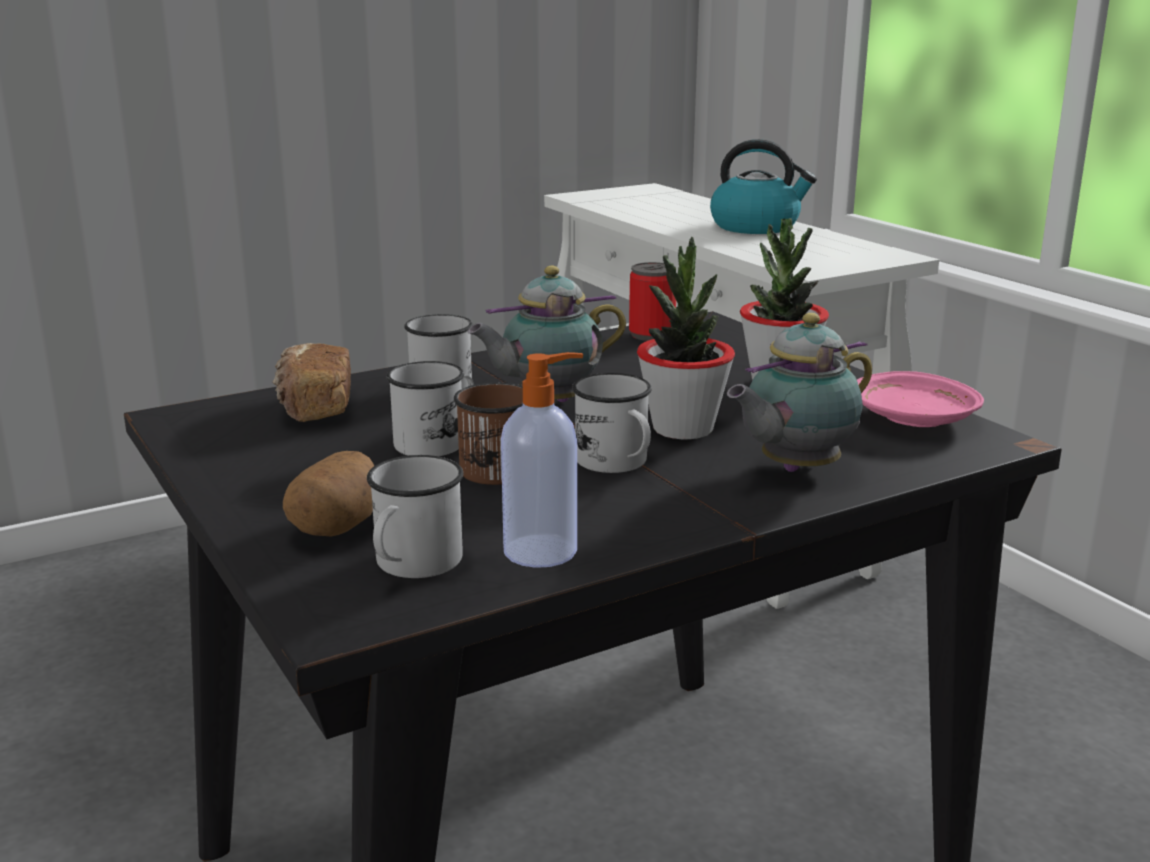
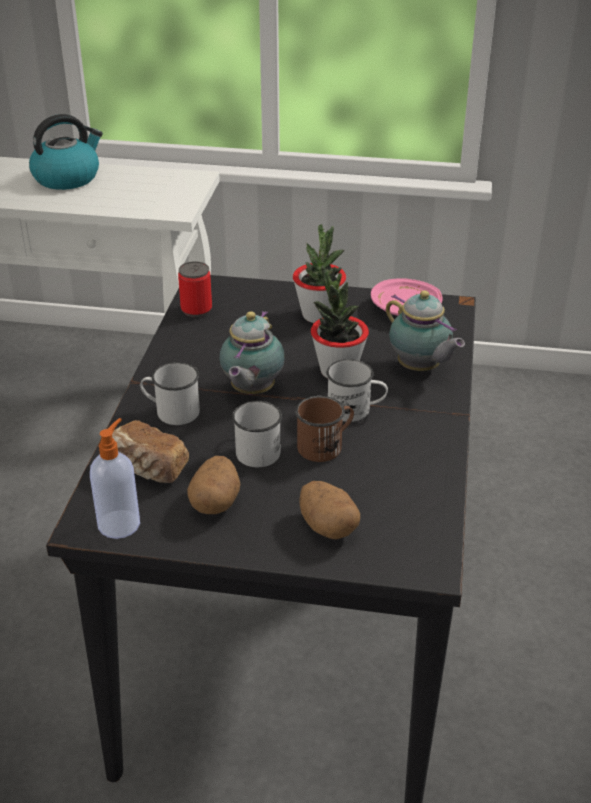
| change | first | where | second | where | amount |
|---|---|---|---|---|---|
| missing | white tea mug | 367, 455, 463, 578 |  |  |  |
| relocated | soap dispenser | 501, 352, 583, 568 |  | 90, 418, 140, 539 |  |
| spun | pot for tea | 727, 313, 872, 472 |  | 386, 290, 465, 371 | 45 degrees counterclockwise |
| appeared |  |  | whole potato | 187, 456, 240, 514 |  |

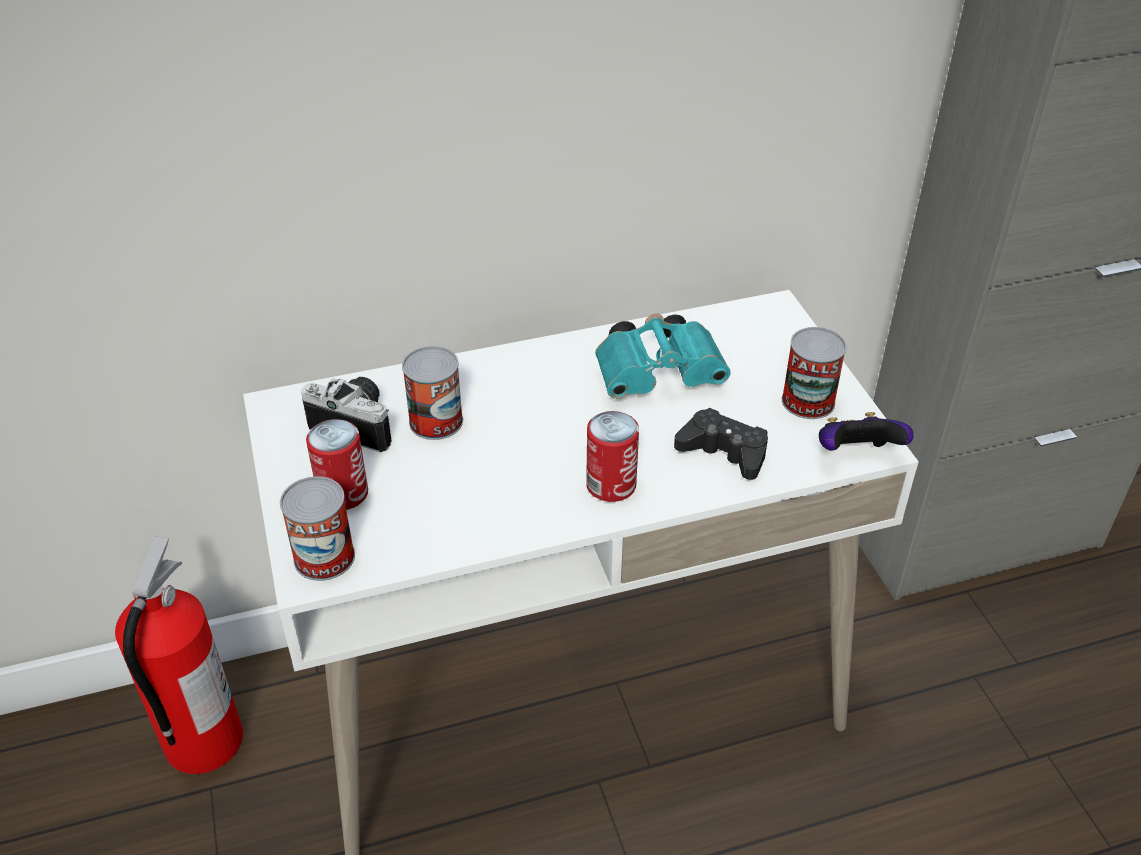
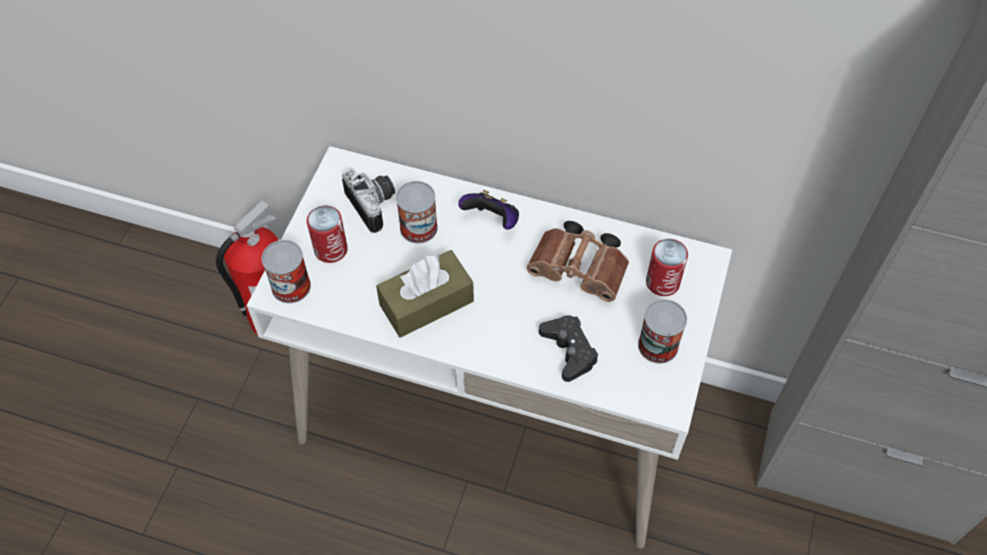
| change | first | where | second | where | amount |
|---|---|---|---|---|---|
| relocated | metal can | 586, 411, 639, 502 |  | 646, 239, 688, 296 |  |
| colour | turquoise field glasses | 595, 314, 731, 399 | brownish field glasses | 526, 221, 629, 302 |  |
| relocated | joypad | 819, 412, 914, 451 |  | 458, 190, 519, 230 |  |
| appeared |  |  | brownish tissue holder | 376, 250, 474, 338 |  |

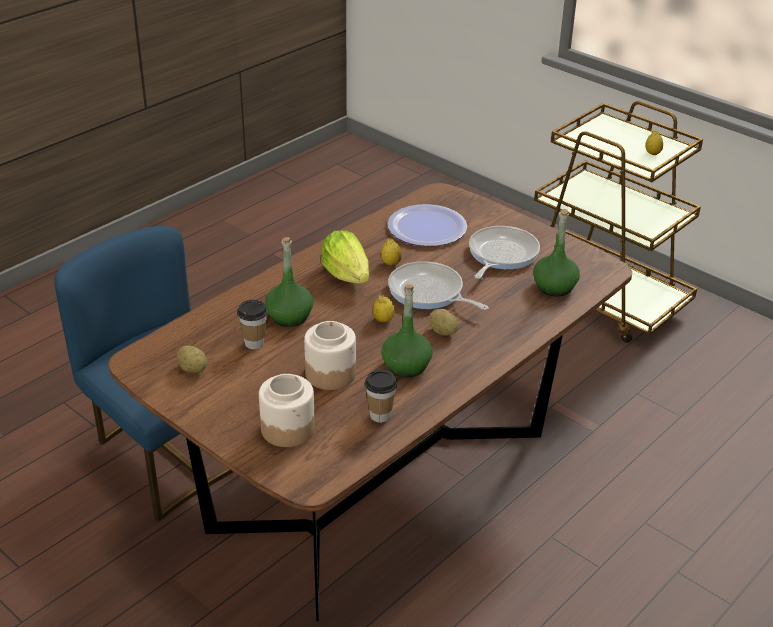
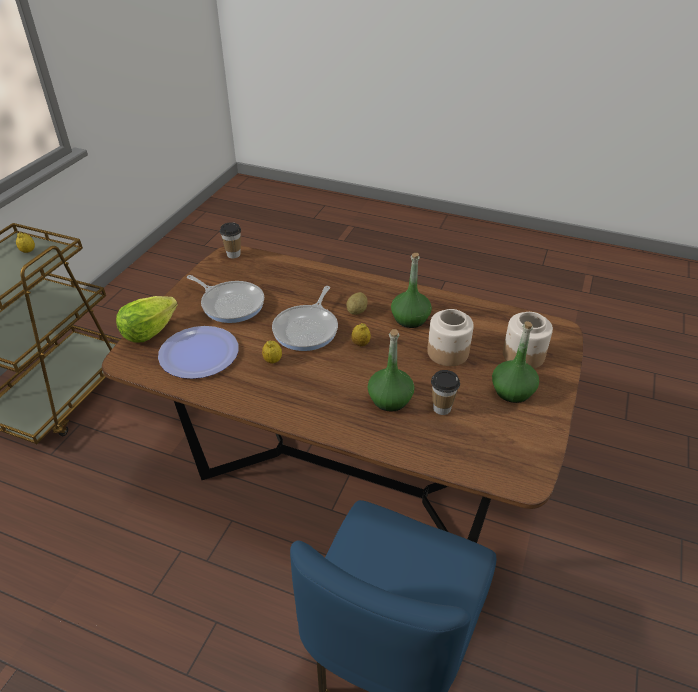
| change | first | where | second | where | amount |
|---|---|---|---|---|---|
| missing | whole potato | 177, 346, 207, 373 |  |  |  |
| relocated | head of lettuce | 321, 231, 369, 284 |  | 116, 296, 178, 343 |  |
| relocated | small cup | 365, 369, 398, 423 |  | 220, 222, 241, 258 |  |
| spun | frying pan | 469, 226, 540, 279 |  | 187, 275, 264, 323 | 150 degrees counterclockwise |
| relocated | green bottle | 533, 209, 580, 296 |  | 492, 321, 539, 403 |  |

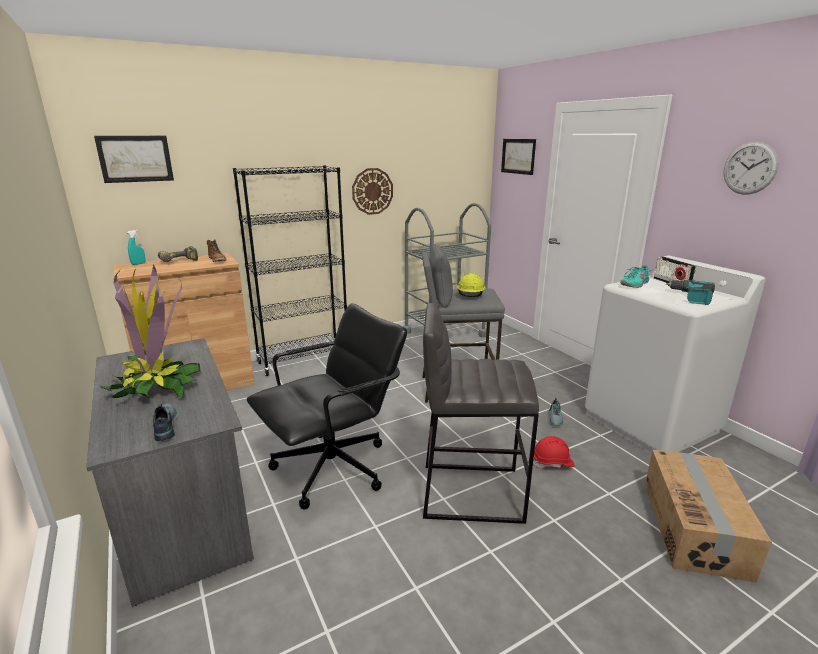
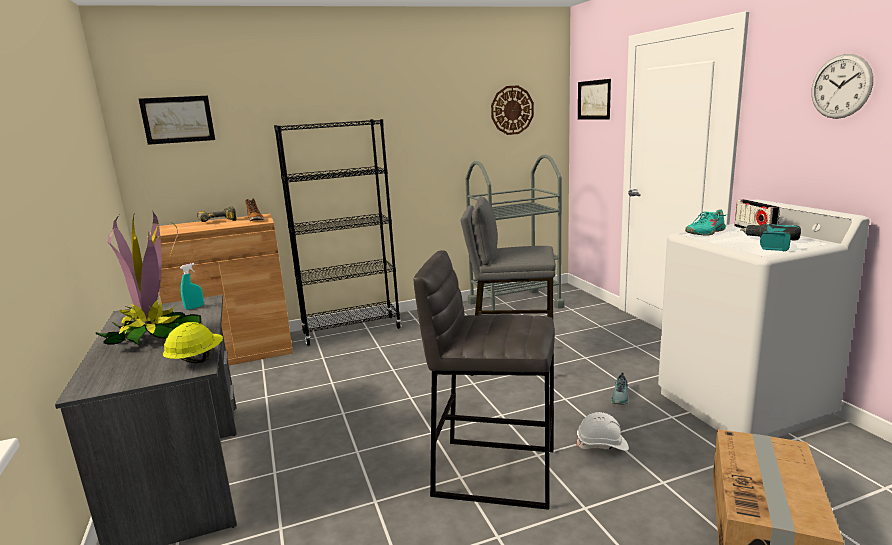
| change | first | where | second | where | amount |
|---|---|---|---|---|---|
| relocated | turquoise sprayer | 127, 230, 145, 265 |  | 180, 263, 204, 310 |  |
| missing | low shoe | 152, 403, 178, 441 |  |  |  |
| missing | black desk chair | 247, 303, 407, 509 |  |  |  |
| relocated | hanging clock | 352, 168, 393, 215 |  | 491, 85, 534, 135 |  |
| relocated | yellowish work helmet | 457, 273, 486, 297 |  | 163, 322, 223, 363 |  |
| colour | reddish work helmet | 533, 436, 575, 468 | white work helmet | 576, 412, 629, 451 |  |

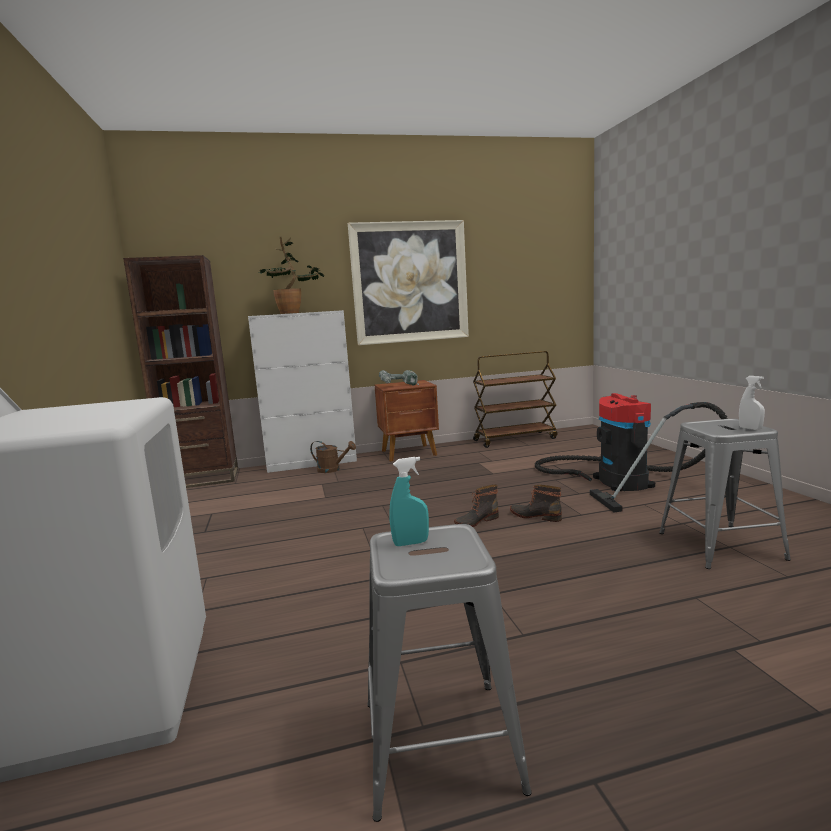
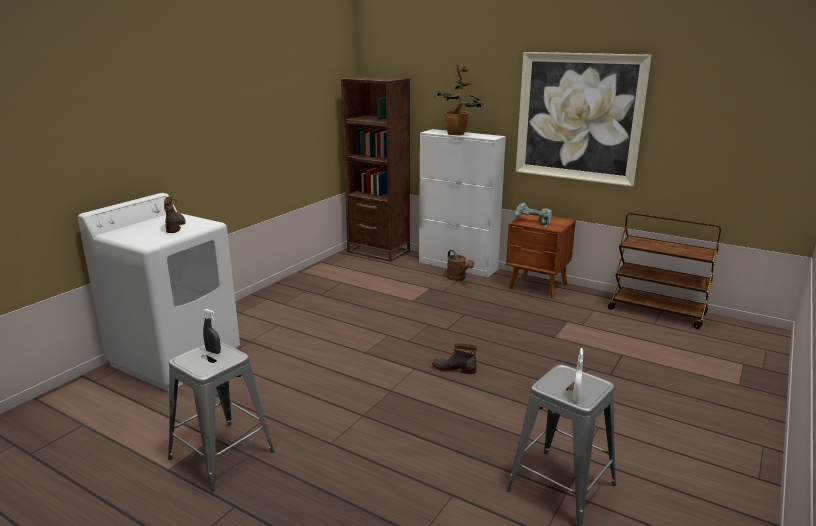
| change | first | where | second | where | amount |
|---|---|---|---|---|---|
| colour | turquoise sprayer | 390, 457, 429, 546 | greyish sprayer | 203, 309, 221, 354 |  |
| relocated | high-top boot | 510, 485, 562, 522 |  | 164, 196, 186, 233 |  |
| missing | hoover | 535, 393, 728, 512 |  |  |  |

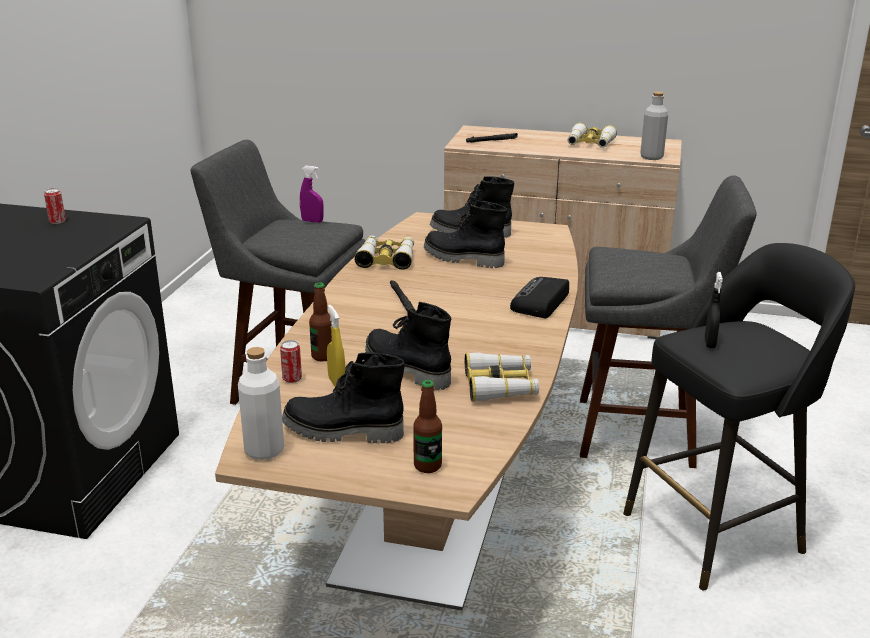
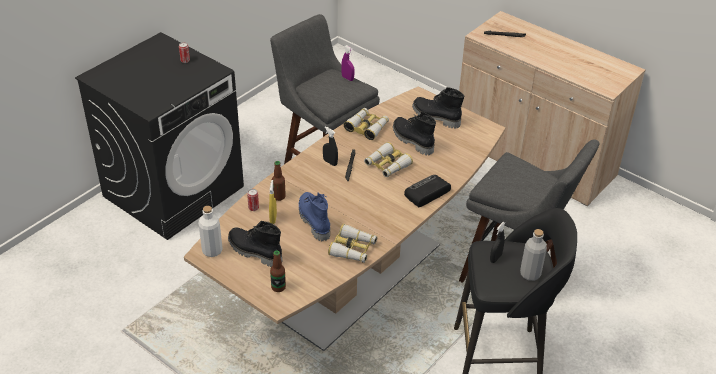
| change | first | where | second | where | amount |
|---|---|---|---|---|---|
| colour | black high-top boot | 365, 302, 451, 390 | blue high-top boot | 299, 192, 330, 241 |  |
| relocated | field glasses | 568, 123, 617, 148 |  | 364, 142, 413, 177 |  |
| relocated | greyish bottle | 640, 92, 668, 160 |  | 520, 229, 547, 281 |  |
| appeared |  |  | black sprayer | 323, 126, 338, 166 |  |

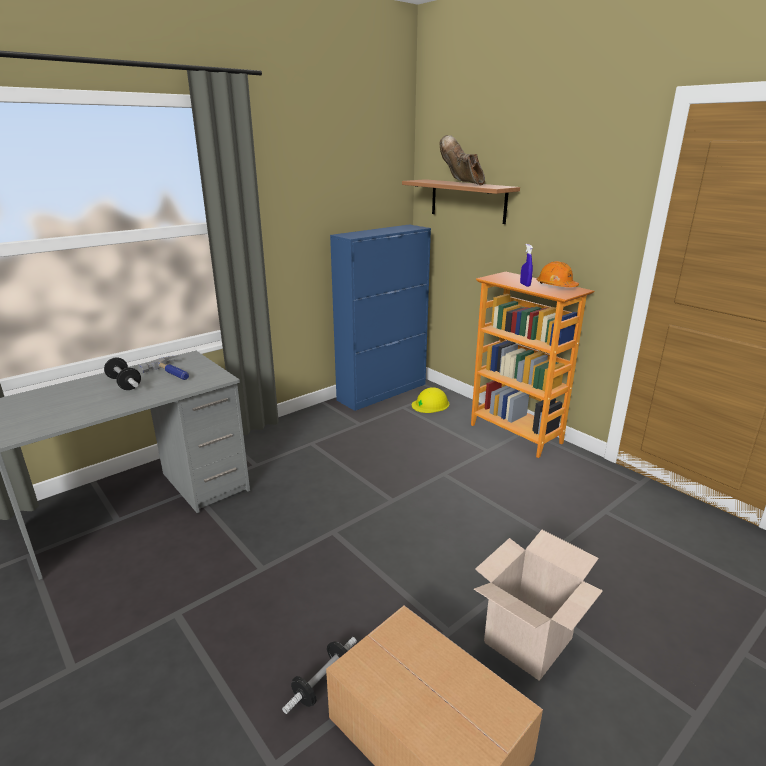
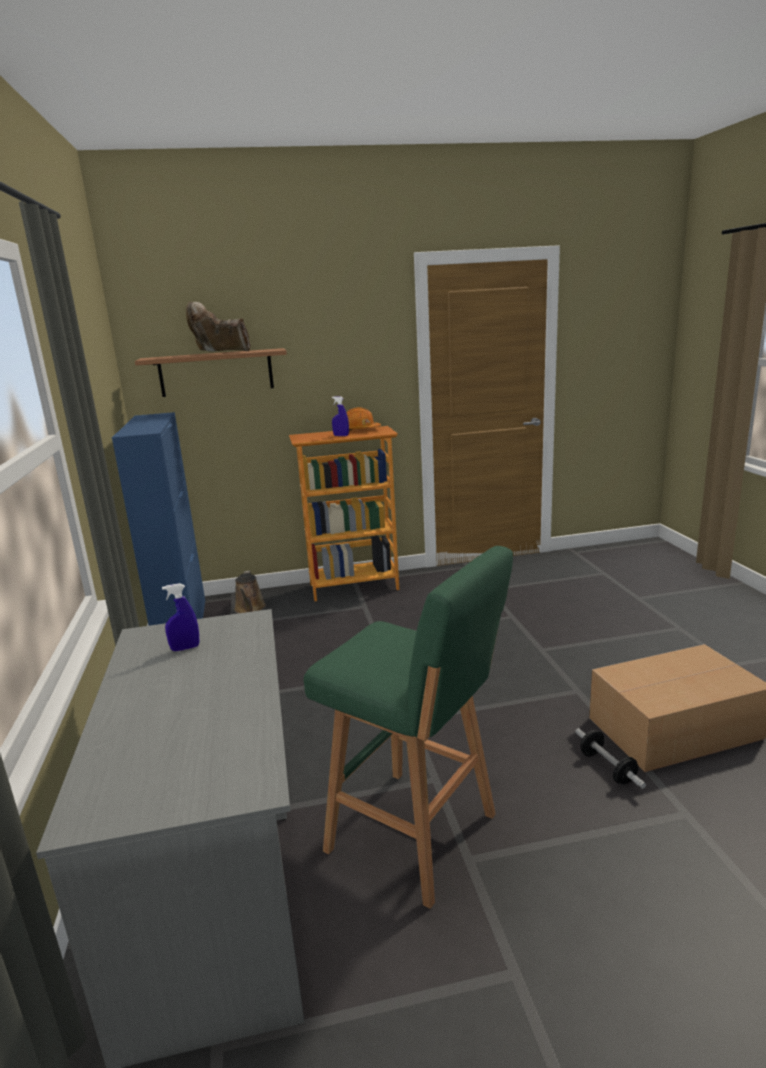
| change | first | where | second | where | amount |
|---|---|---|---|---|---|
| missing | hand weight | 104, 357, 141, 390 |  |  |  |
| exchanged | tool hammer | 138, 355, 189, 380 | blue sprayer | 162, 583, 199, 651 |  |
| exchanged | yellowish work helmet | 412, 387, 449, 413 | brownish sprinkling can | 234, 570, 266, 613 |  |
| missing | cardboard box | 474, 530, 603, 681 |  |  |  |
| appeared |  |  | green stool | 304, 546, 513, 909 |  |

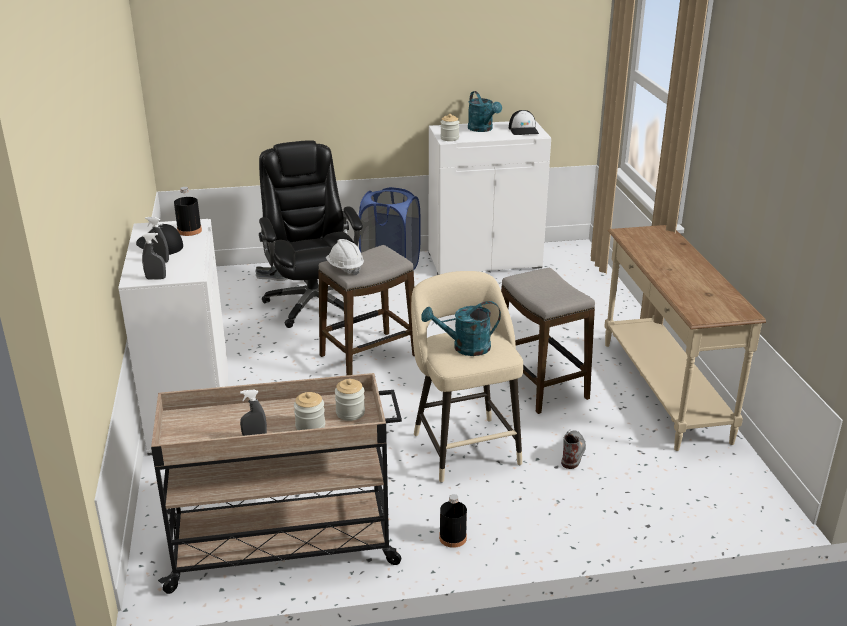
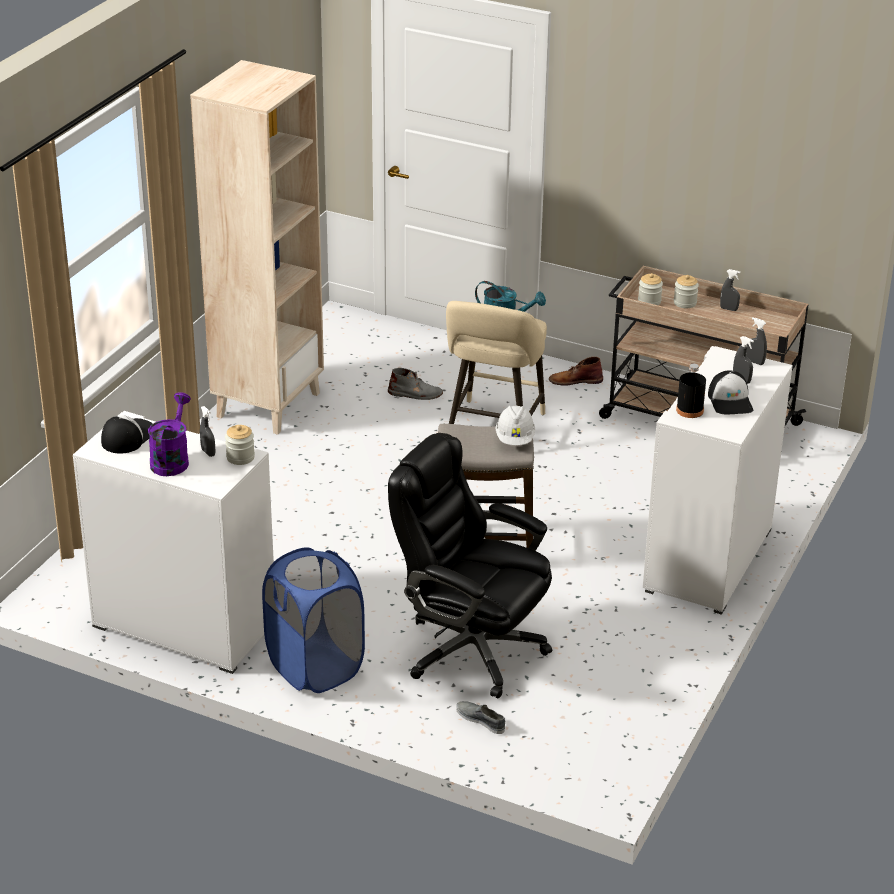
| change | first | where | second | where | amount |
|---|---|---|---|---|---|
| spun | black desk chair | 259, 140, 363, 328 |  | 388, 433, 552, 698 | 105 degrees clockwise |
| exchanged | black bottle | 439, 494, 467, 548 | brownish high-top boot | 549, 357, 603, 386 |  |
| colour | turquoise sprinkling can | 468, 91, 502, 132 | purplish sprinkling can | 148, 392, 191, 476 |  |
| missing | stool | 501, 268, 595, 414 |  |  |  |
| spun | greyish high-top boot | 561, 430, 586, 469 |  | 388, 368, 443, 400 | 135 degrees counterclockwise |
| exchanged | sand-coloured hall table | 604, 225, 766, 451 | sand-coloured shelving unit | 190, 60, 324, 435 |  |
| appeared |  |  | greyish sprayer | 200, 406, 215, 457 |  |

